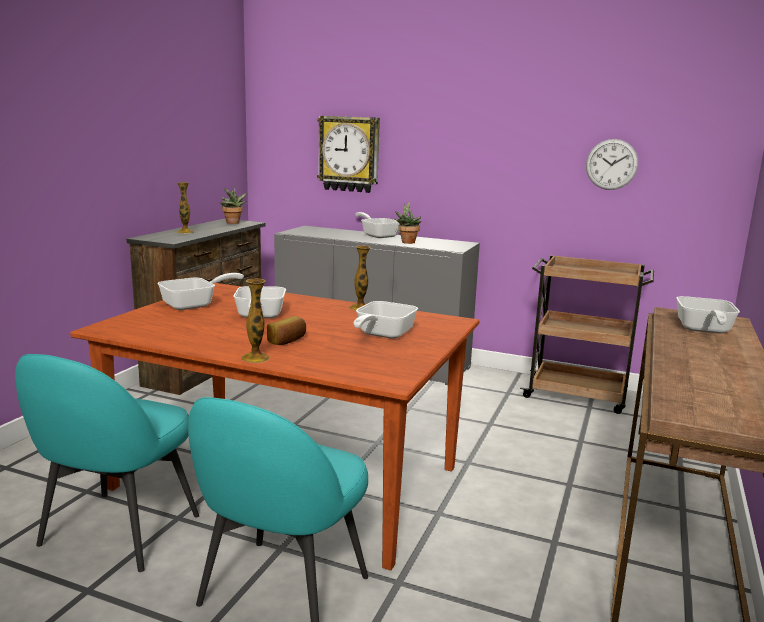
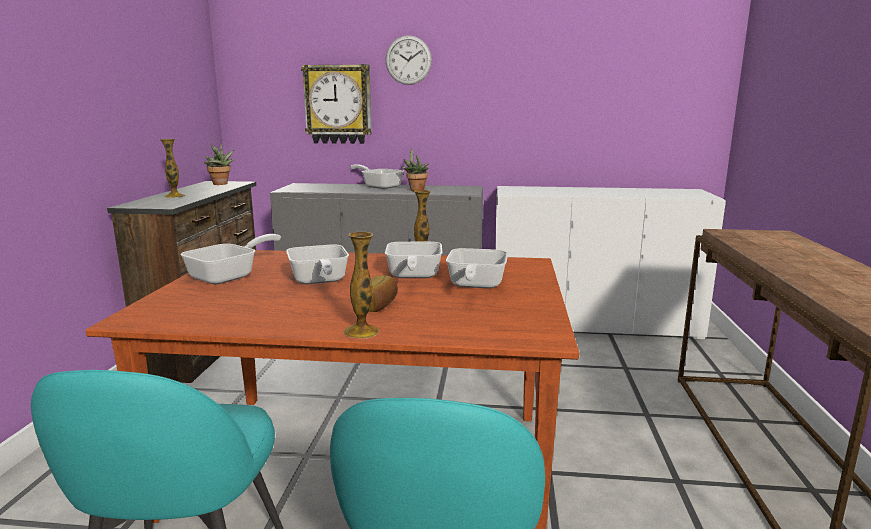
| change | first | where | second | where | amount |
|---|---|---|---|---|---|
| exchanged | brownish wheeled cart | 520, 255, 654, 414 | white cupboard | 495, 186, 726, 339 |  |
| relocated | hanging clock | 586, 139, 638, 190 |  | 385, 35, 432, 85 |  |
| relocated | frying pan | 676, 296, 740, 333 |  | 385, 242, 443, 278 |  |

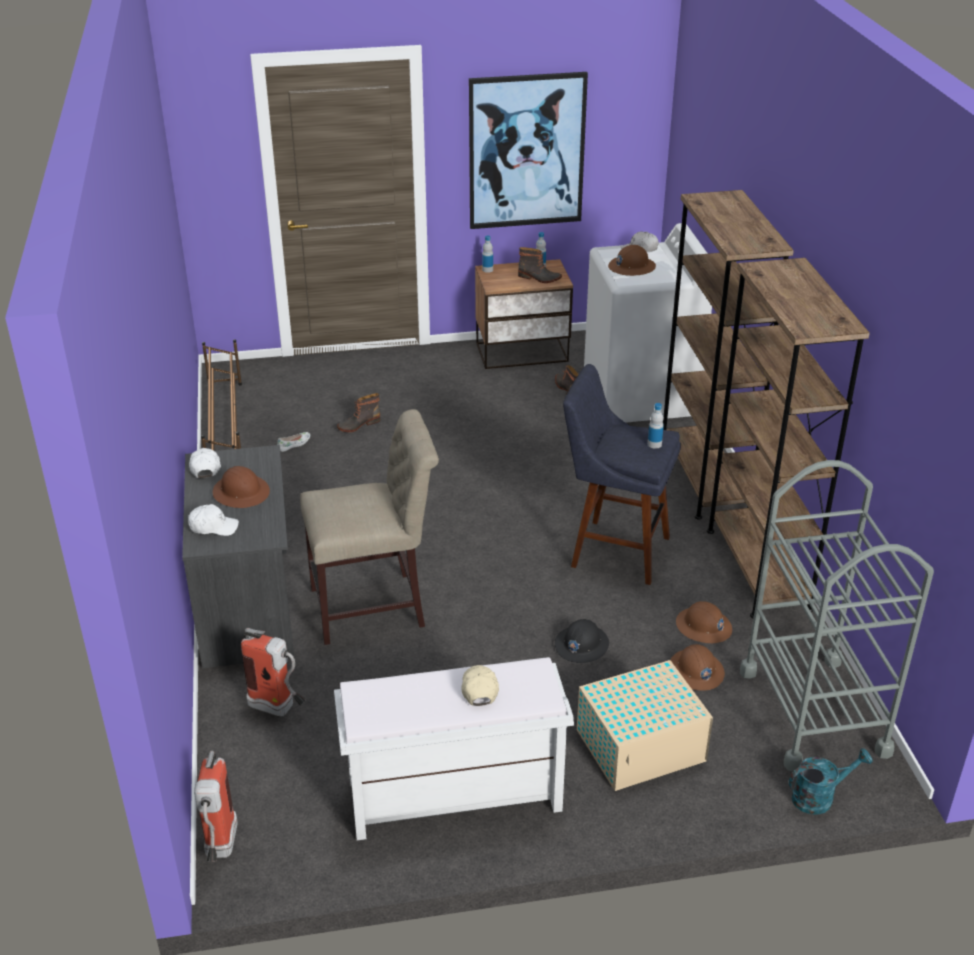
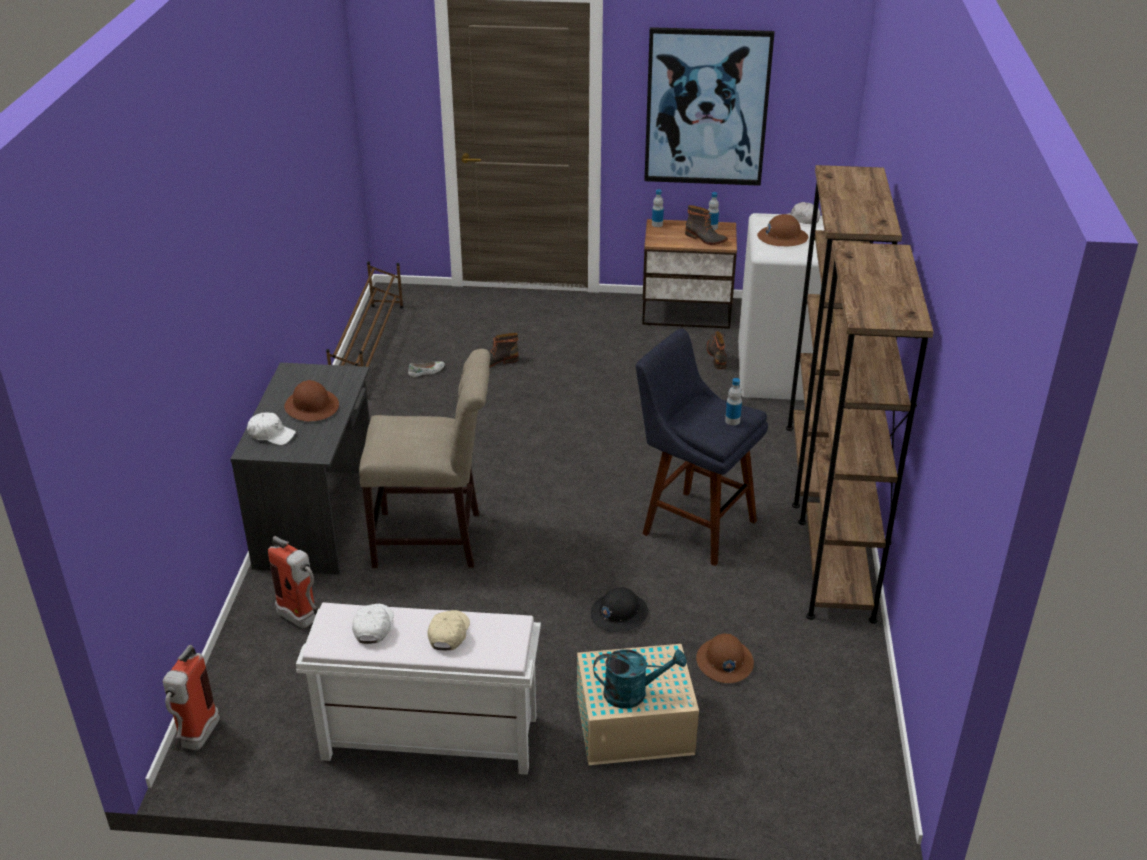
| change | first | where | second | where | amount |
|---|---|---|---|---|---|
| relocated | white baseball cap | 189, 448, 221, 478 |  | 352, 604, 394, 644 |  |
| missing | brownish work helmet | 676, 601, 732, 643 |  |  |  |
| missing | greyish wheeled cart | 740, 460, 934, 771 |  |  |  |
| relocated | turquoise sprinkling can | 789, 748, 873, 815 |  | 593, 649, 686, 709 |  |

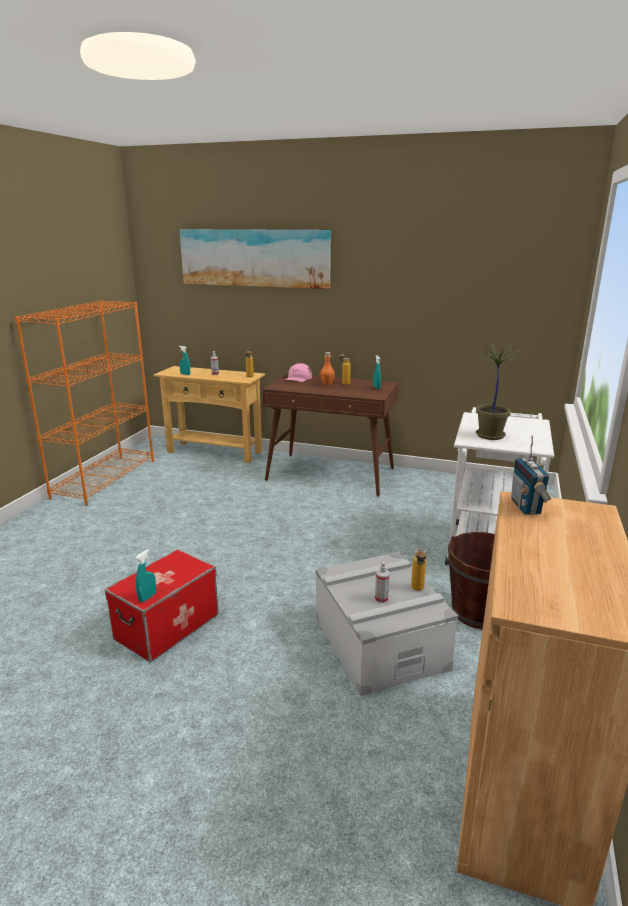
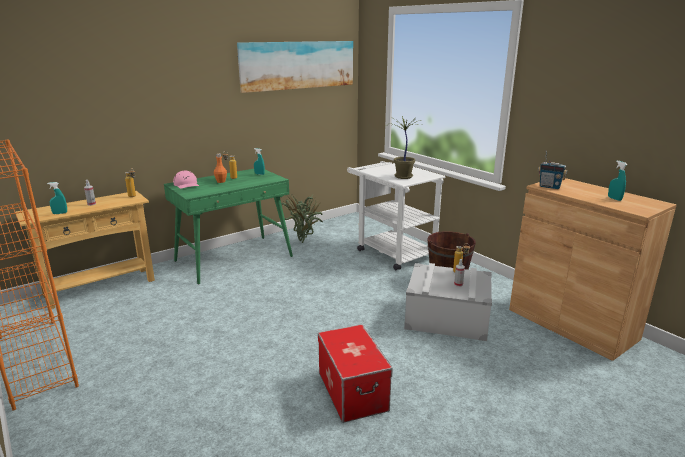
| change | first | where | second | where | amount |
|---|---|---|---|---|---|
| relocated | turquoise sprayer | 136, 549, 156, 602 |  | 608, 161, 627, 201 |  |
| relocated | picture | 180, 229, 331, 289 |  | 237, 41, 353, 93 |  |
| colour | brownish desk unit | 263, 373, 399, 497 | green desk unit | 164, 169, 293, 285 |  |
| appeared |  |  | plant in a pot | 281, 194, 323, 243 |  |

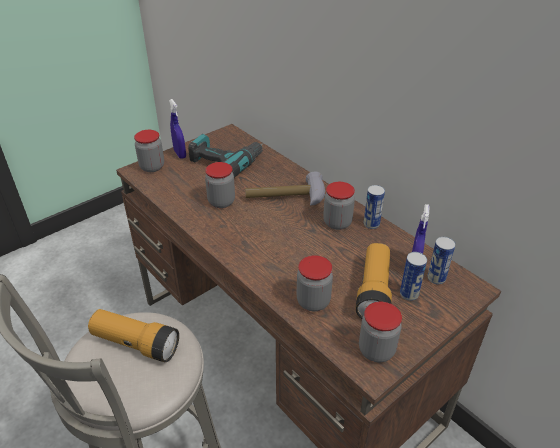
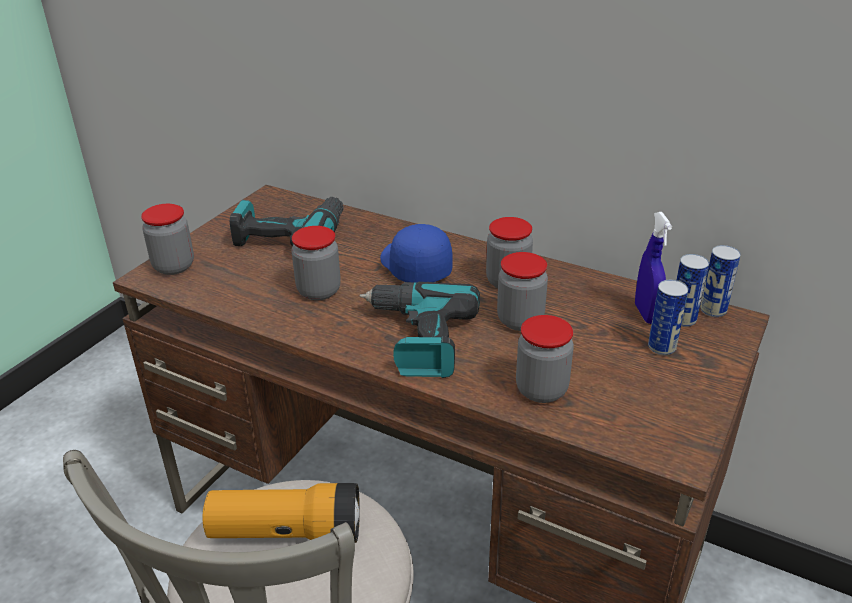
| change | first | where | second | where | amount |
|---|---|---|---|---|---|
| missing | blue sprayer | 169, 99, 186, 159 |  |  |  |
| exchanged | tool hammer | 245, 171, 325, 206 | blue baseball cap | 380, 224, 453, 283 |  |
| missing | flashlight | 356, 243, 392, 319 |  |  |  |
| relocated | preserve jar | 359, 302, 402, 362 |  | 497, 252, 548, 331 |  |
| relocated | metal can | 364, 185, 385, 229 |  | 700, 245, 741, 317 |  |
| appeared |  |  | power drill | 360, 282, 480, 378 |  |

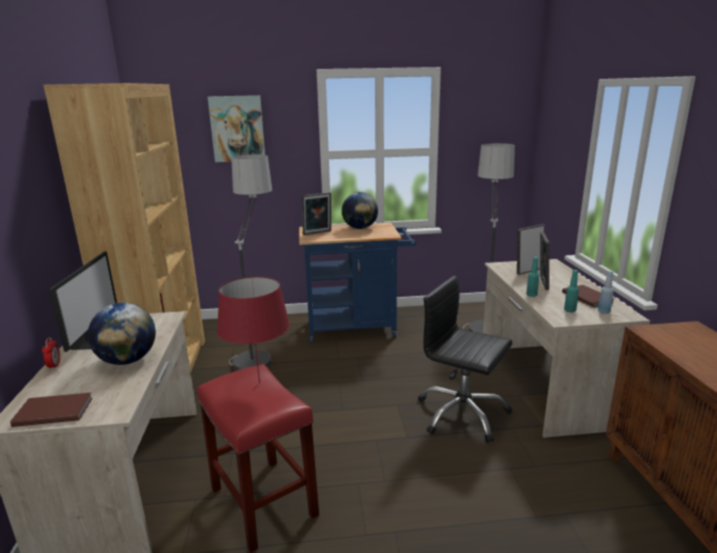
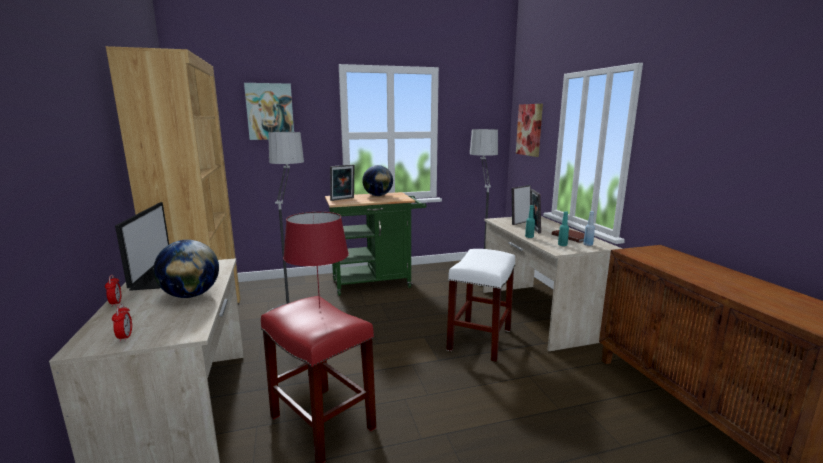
| change | first | where | second | where | amount |
|---|---|---|---|---|---|
| exchanged | brownish volume | 10, 392, 93, 427 | alarm clock | 112, 304, 132, 342 |  |
| colour | blue wheeled cart | 299, 223, 416, 344 | green wheeled cart | 325, 192, 427, 296 |  |
| exchanged | black desk chair | 418, 276, 512, 443 | white stool | 446, 249, 515, 362 |  |
| appeared |  |  | picture | 516, 104, 543, 157 |  |

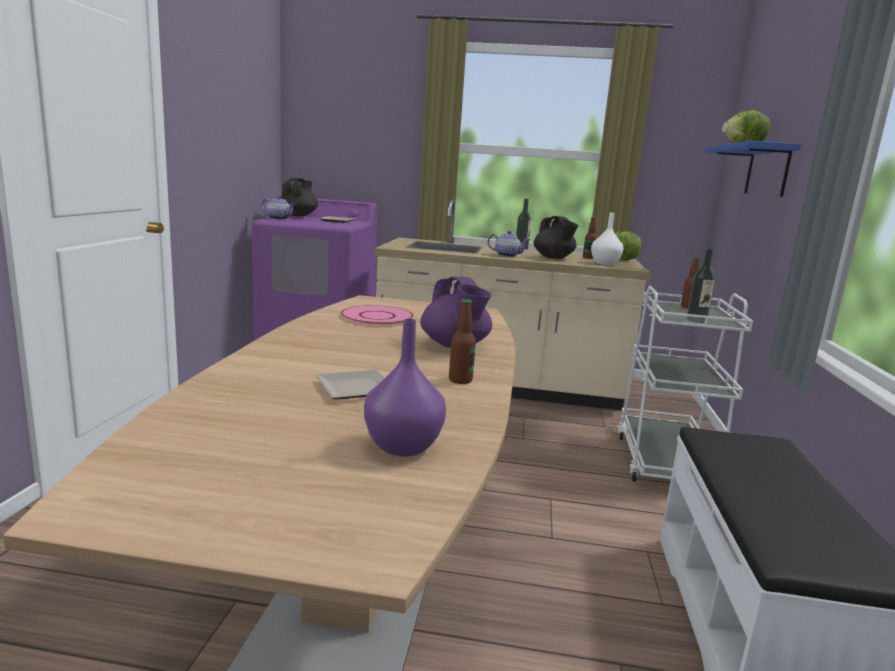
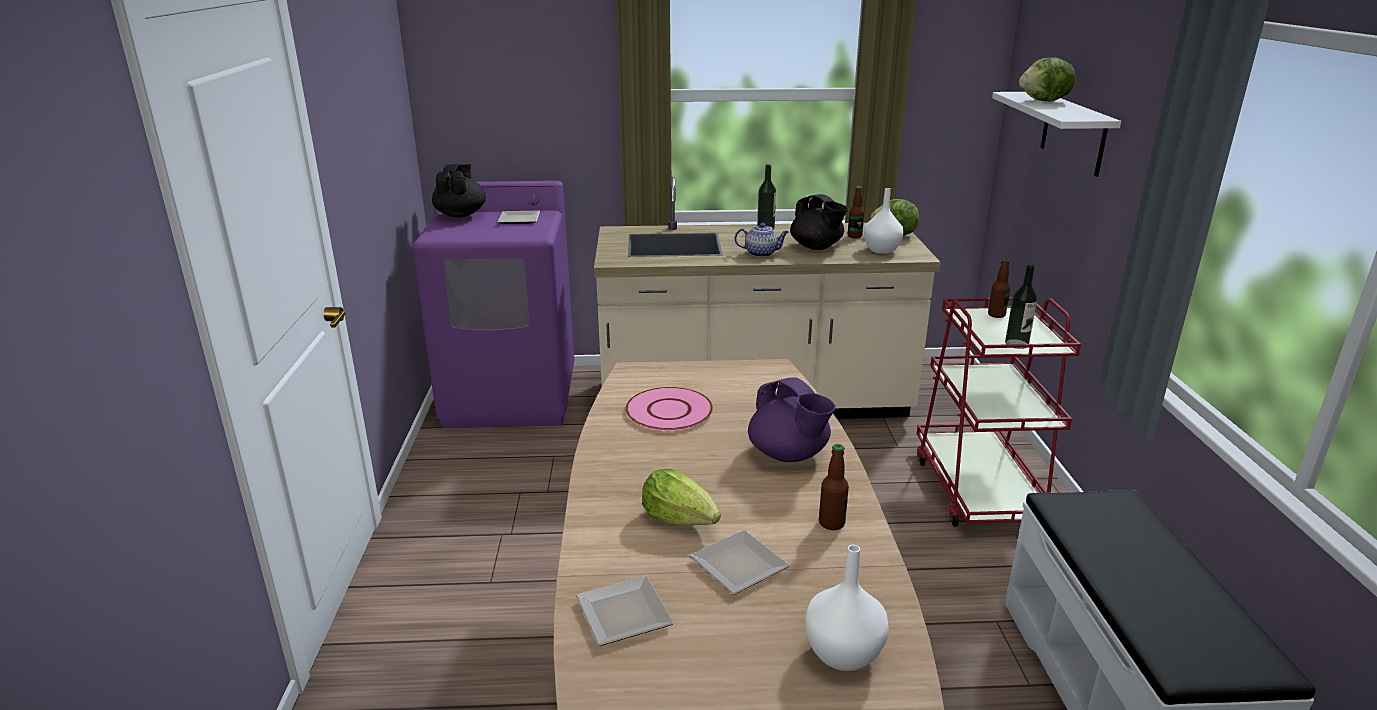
| change | first | where | second | where | amount |
|---|---|---|---|---|---|
| missing | pot for tea | 261, 195, 296, 220 |  |  |  |
| colour | purplish decorative vase | 364, 318, 446, 457 | white decorative vase | 805, 545, 889, 671 |  |
| colour | white wheeled cart | 618, 286, 753, 482 | reddish wheeled cart | 917, 297, 1081, 527 |  |
| colour | blue wall shelf | 705, 141, 801, 197 | white wall shelf | 992, 92, 1121, 177 |  |
| appeared |  |  | flat dish | 575, 576, 674, 646 |  |
| appeared |  |  | head of lettuce | 642, 469, 721, 525 |  |

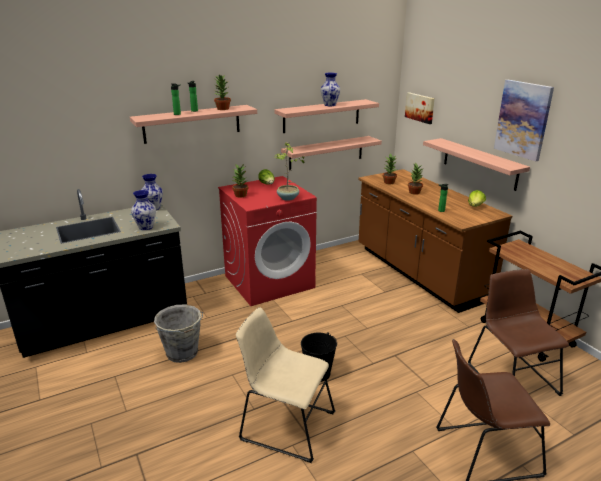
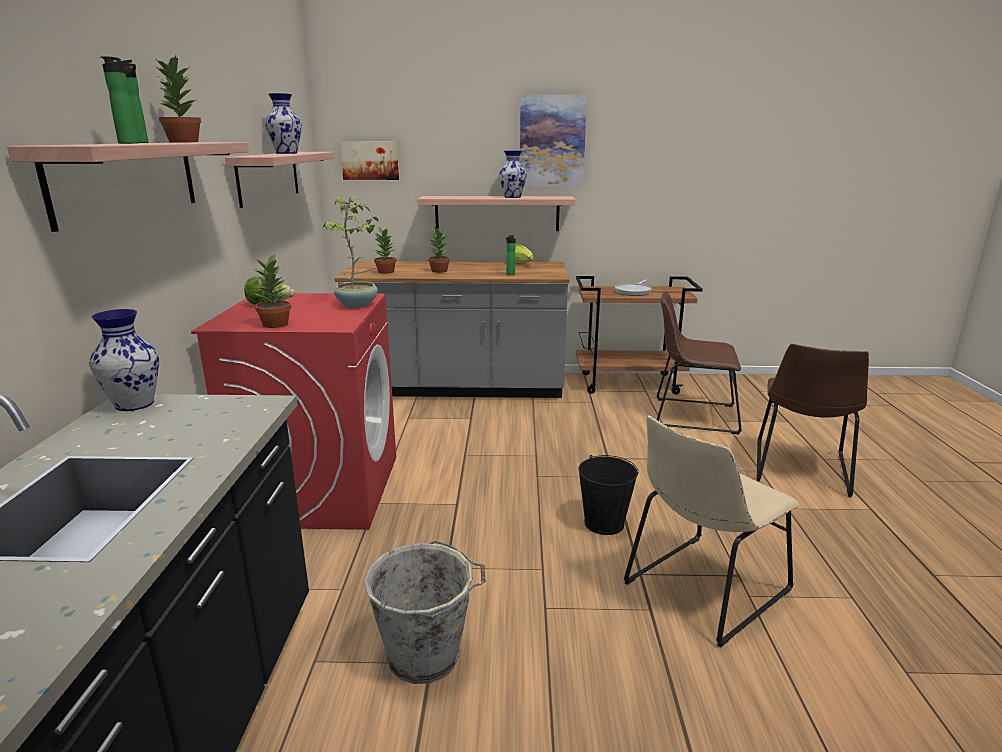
| change | first | where | second | where | amount |
|---|---|---|---|---|---|
| relocated | decorative vase | 131, 190, 156, 230 |  | 499, 150, 527, 198 |  |
| missing | wall shelf | 281, 136, 382, 171 |  |  |  |
| colour | brownish kitchen counter | 358, 169, 512, 313 | greyish kitchen counter | 335, 261, 570, 398 |  |
| appeared |  |  | frying pan | 615, 279, 652, 296 |  |

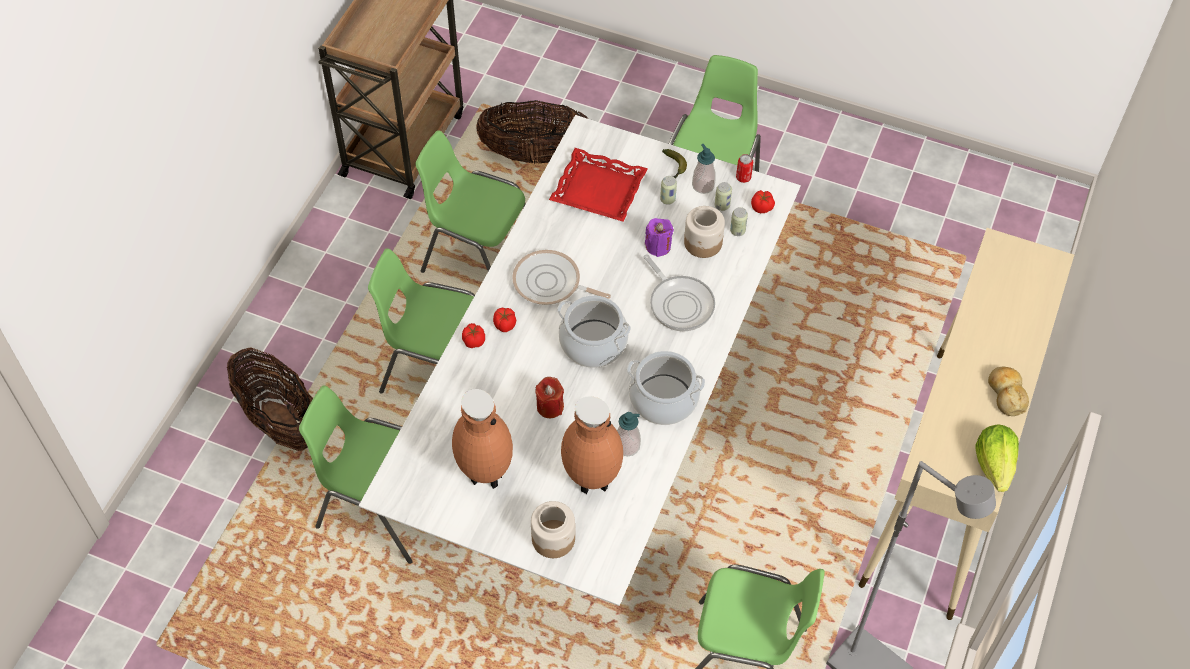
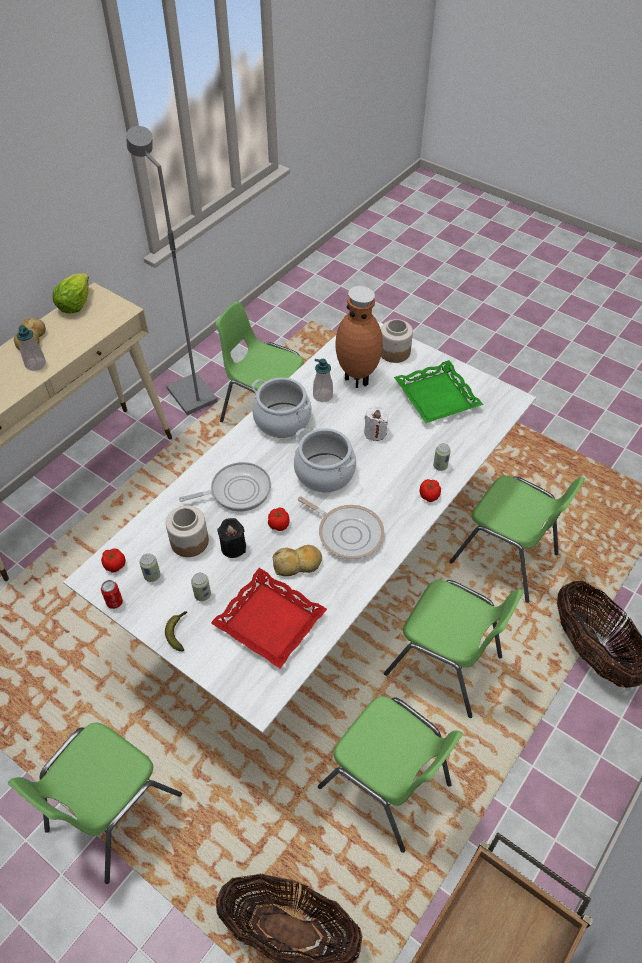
| change | first | where | second | where | amount |
|---|---|---|---|---|---|
| exchanged | brownish decorative vase | 452, 389, 513, 489 | green tray | 394, 360, 483, 423 |  |
| relocated | fresh tomato | 493, 308, 516, 332 |  | 268, 507, 290, 531 |  |
| colour | reddish candle | 535, 377, 564, 418 | white candle | 364, 406, 389, 441 |  |
| spun | frying pan | 643, 254, 715, 331 |  | 179, 462, 271, 512 | 90 degrees clockwise |
| colour | purplish candle | 645, 218, 674, 257 | black candle | 217, 518, 246, 558 |  |
| relocated | soap dispenser | 692, 144, 716, 194 |  | 17, 325, 46, 371 |  |
| relocated | metal can | 730, 207, 748, 236 |  | 433, 443, 451, 471 |  |
| appeared |  |  | bakery bread | 273, 545, 322, 576 |  |

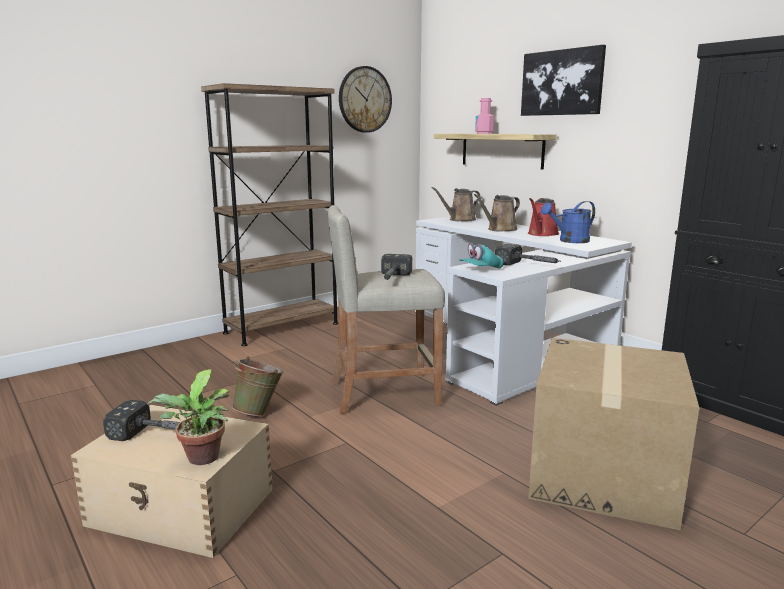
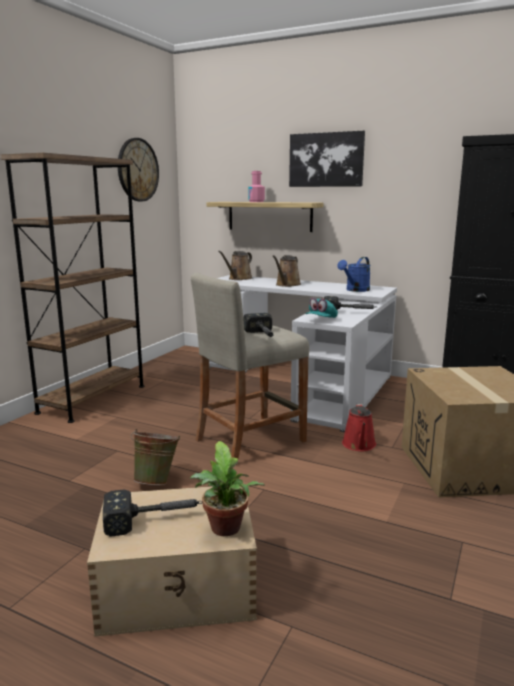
| change | first | where | second | where | amount |
|---|---|---|---|---|---|
| relocated | reddish sprinkling can | 528, 198, 559, 236 |  | 342, 404, 376, 451 |  |

